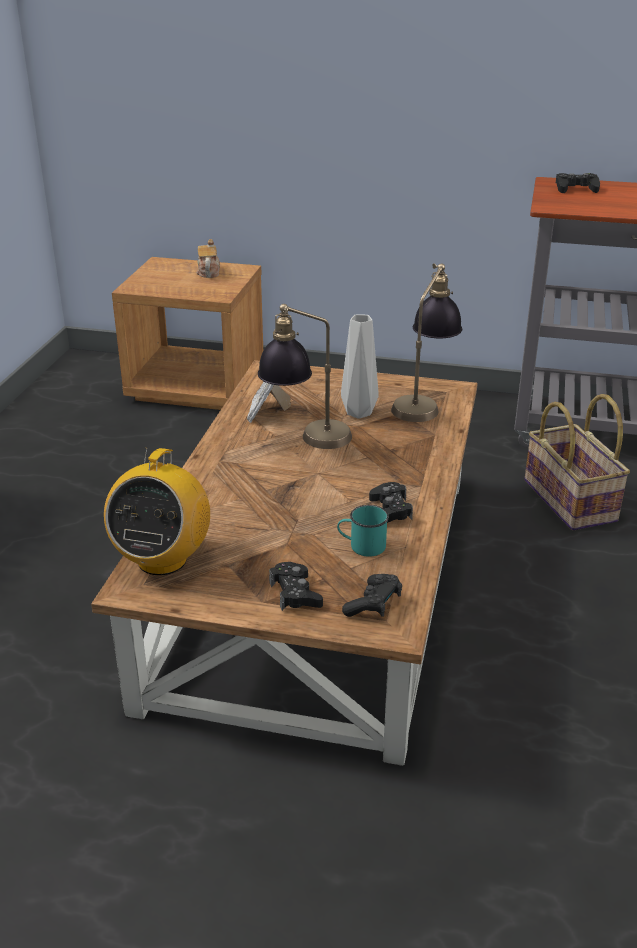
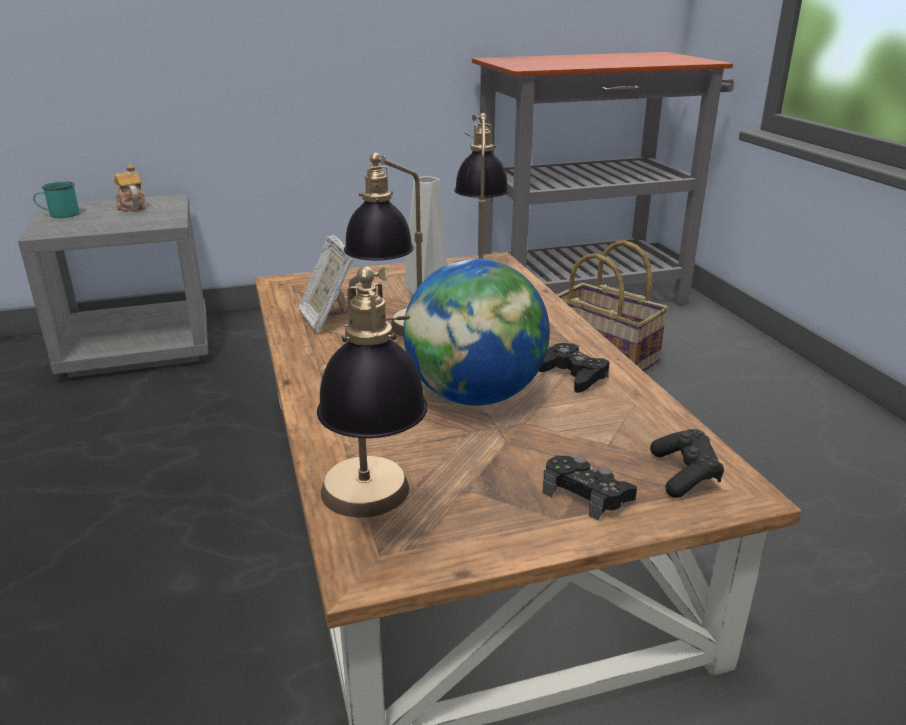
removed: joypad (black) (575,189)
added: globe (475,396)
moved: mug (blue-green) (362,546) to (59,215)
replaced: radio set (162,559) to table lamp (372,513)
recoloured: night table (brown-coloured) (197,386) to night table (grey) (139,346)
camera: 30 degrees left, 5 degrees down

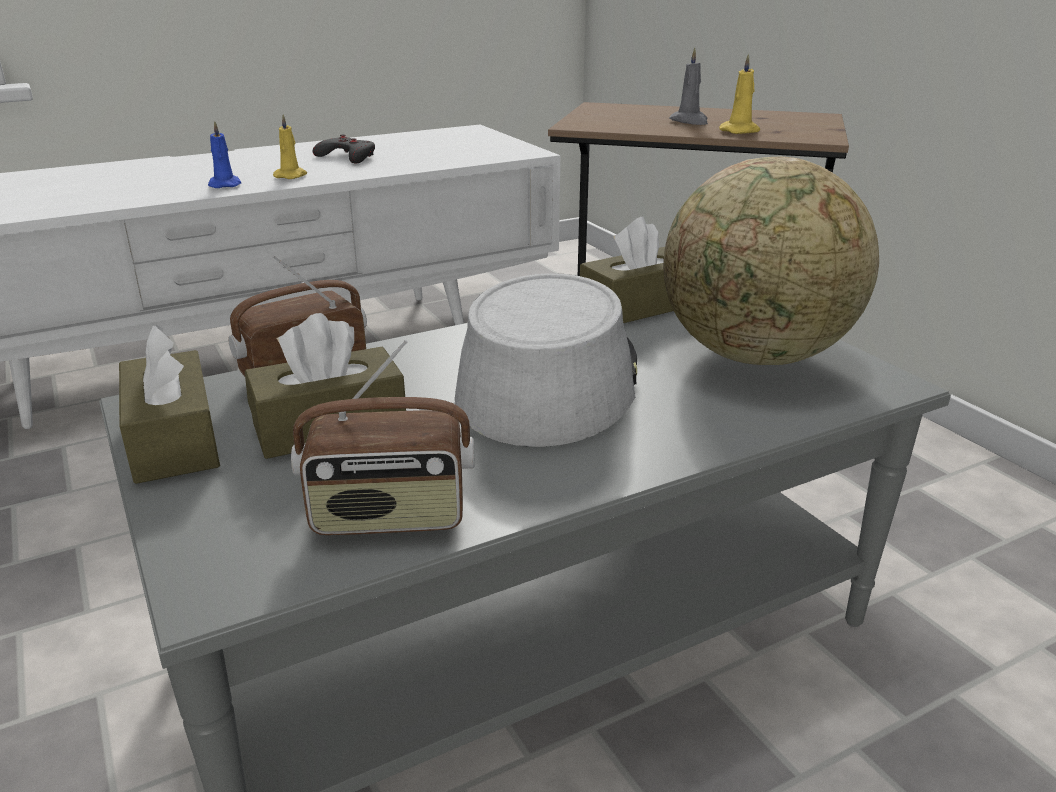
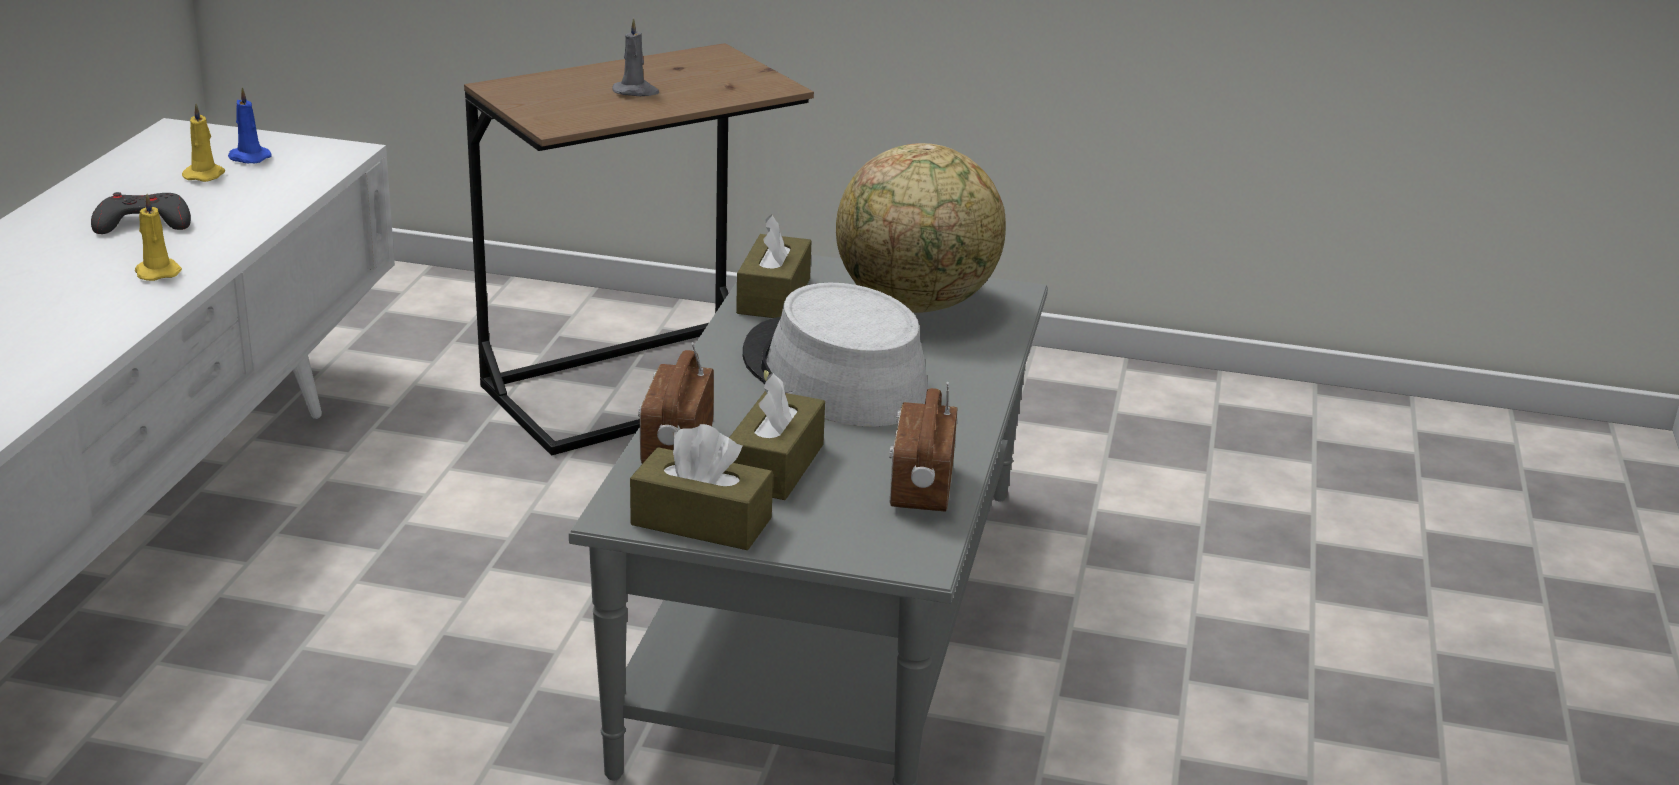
moved: wax light (yellowish) (741,131) to (205,175); wax light (blue-coloured) (225,185) to (248,158)
turned: radio set (389,516) = (920,489) 150 degrees clockwise
camera: 50 degrees left, 0 degrees up

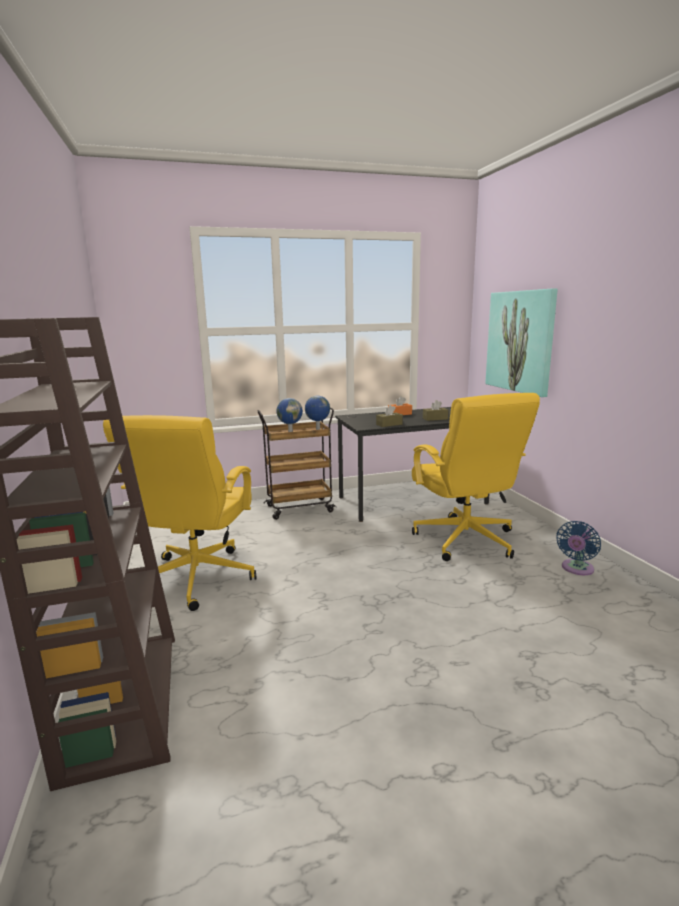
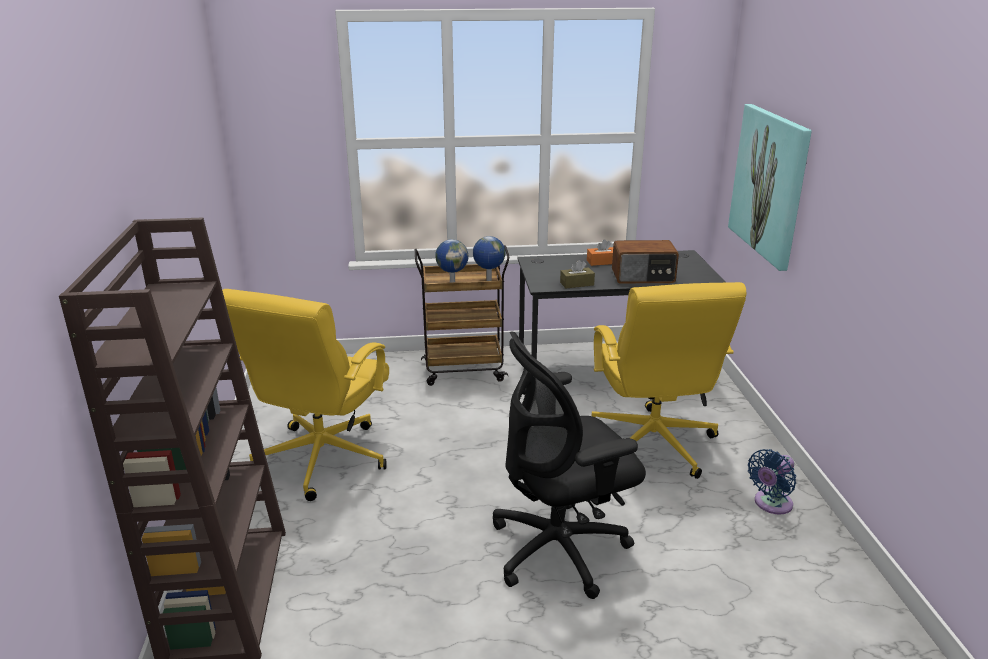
added: desk chair (black) (565,544)
replaced: box of tissues (brown-coloured) (435,418) to radio set (643,277)
camera: 10 degrees right, 10 degrees up

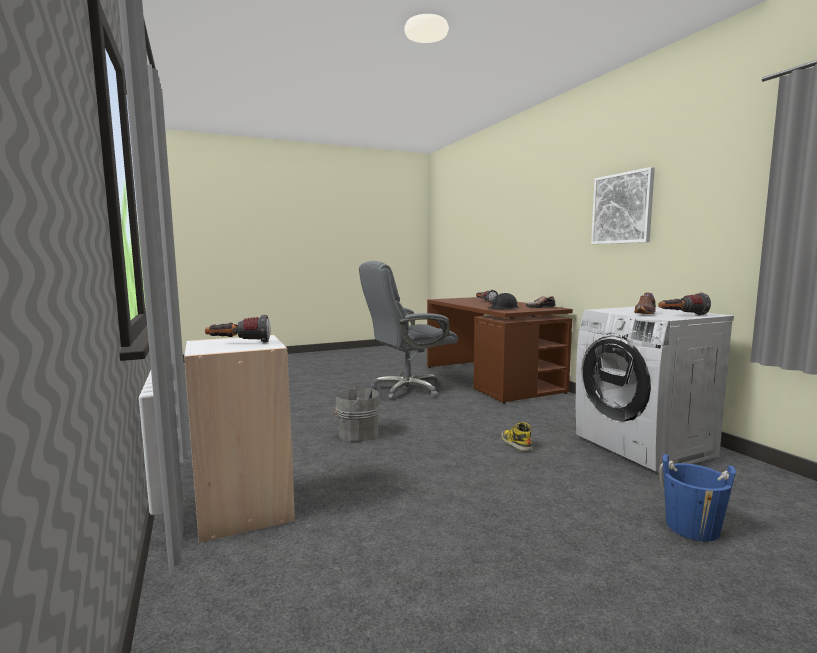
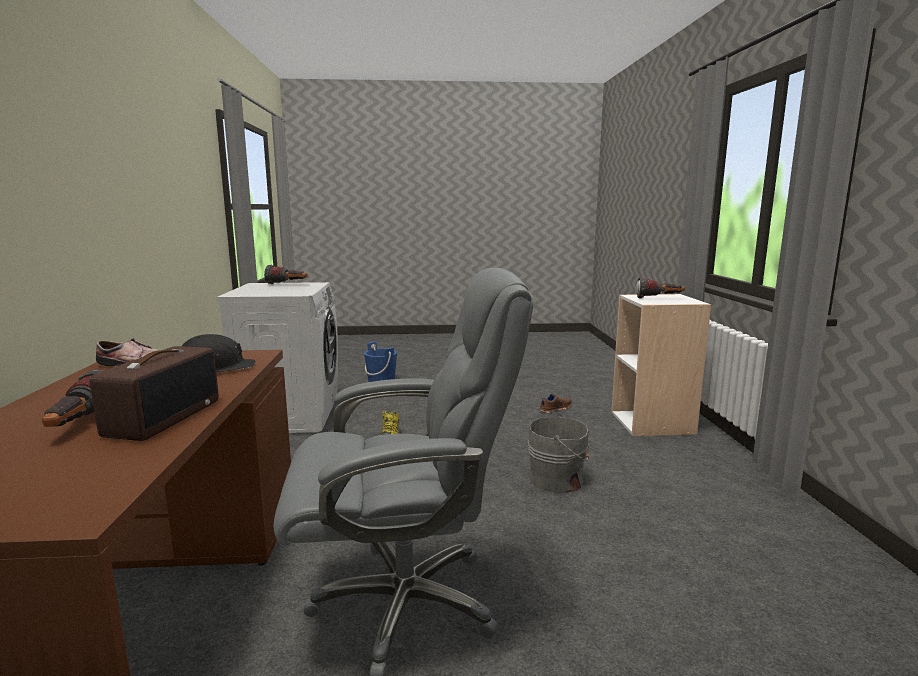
removed: picture (622,208)
added: radio set (163,417)
moved: shoe (brown-coloured) (646,313) to (554,409)
camera: 160 degrees left, 5 degrees up

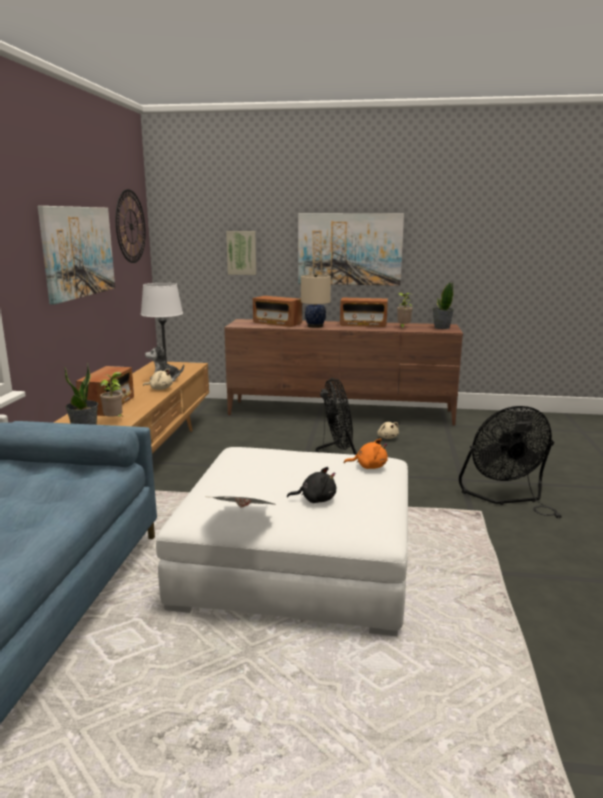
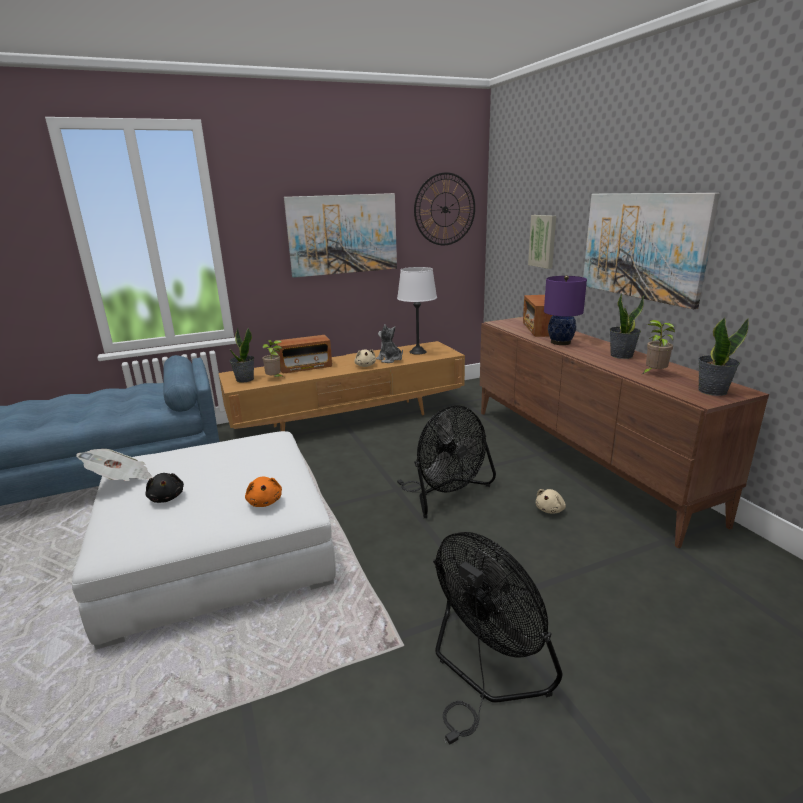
replaced: radio set (363,324) to plant in a pot (621,355)
recoloured: table lamp (beige) (315,326) to table lamp (purple-coloured) (560,342)
camera: 60 degrees right, 5 degrees up

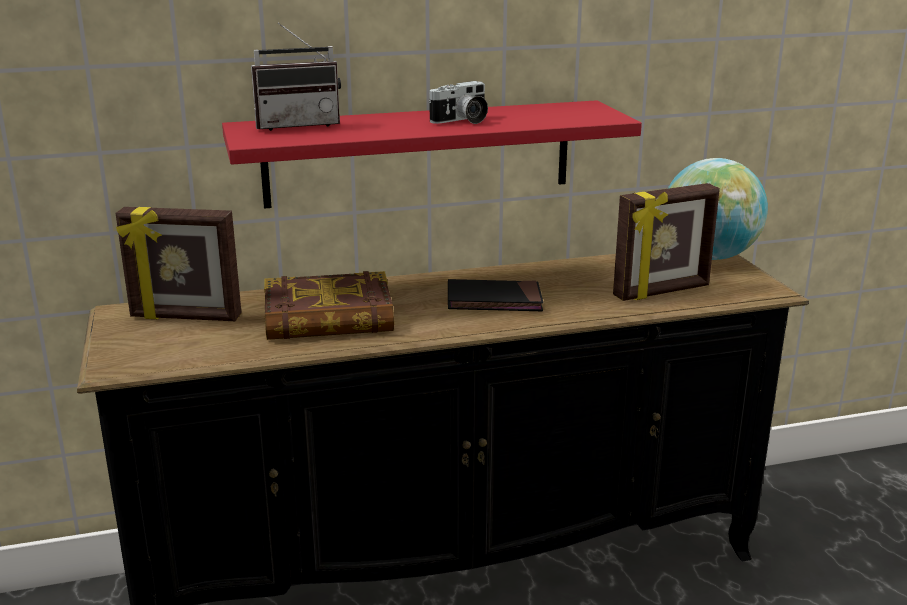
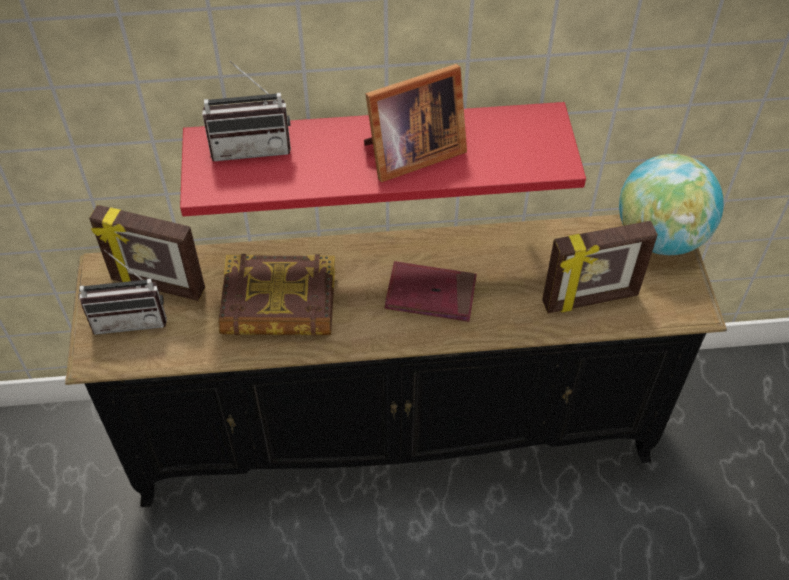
added: radio set (131,317)
replaced: photo camera (462,121) to picture frame (409,154)
recoloured: bound book (black) (494,301) to bound book (red-coloured) (430,294)
camera: 10 degrees right, 30 degrees up

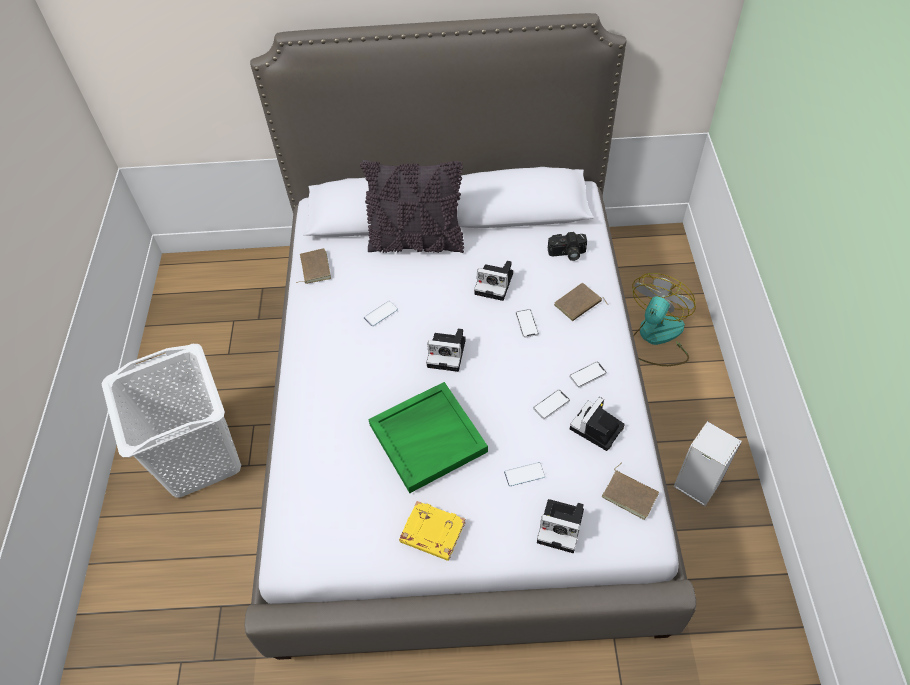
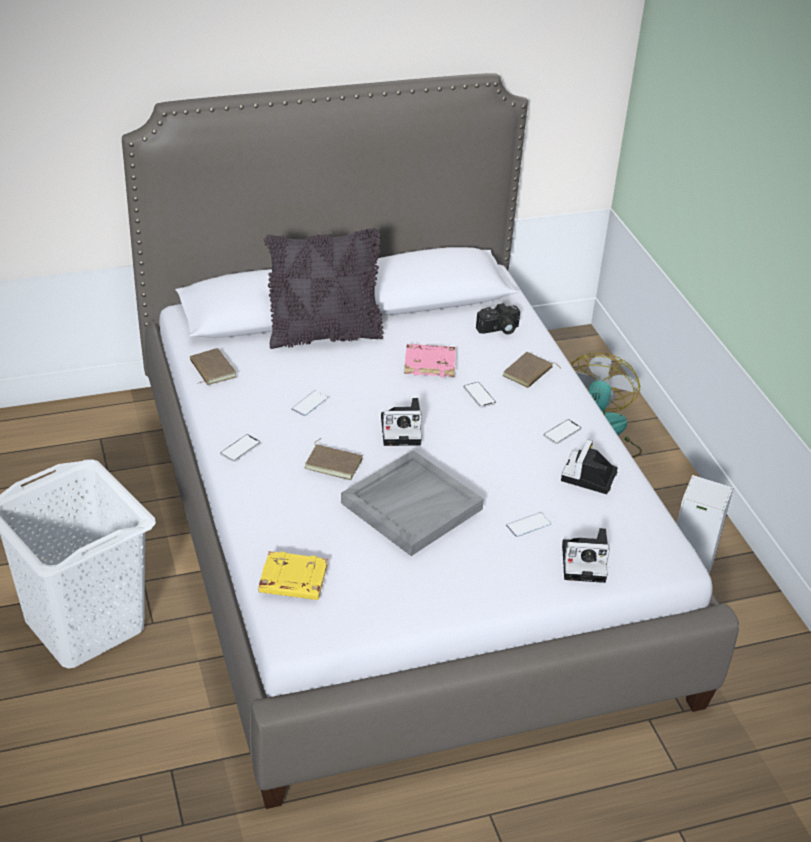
moved: telephone (551,404) to (240,449); bound book (brown-coloured) (630,494) to (334,463); bound book (yellowish) (431,533) to (292,581)
replaced: photo camera (495,283) to bound book (pink) (430,363)
recoloured: carrying tray (greenish) (428,437) to carrying tray (grey) (411,505)
camera: 20 degrees left, 15 degrees down

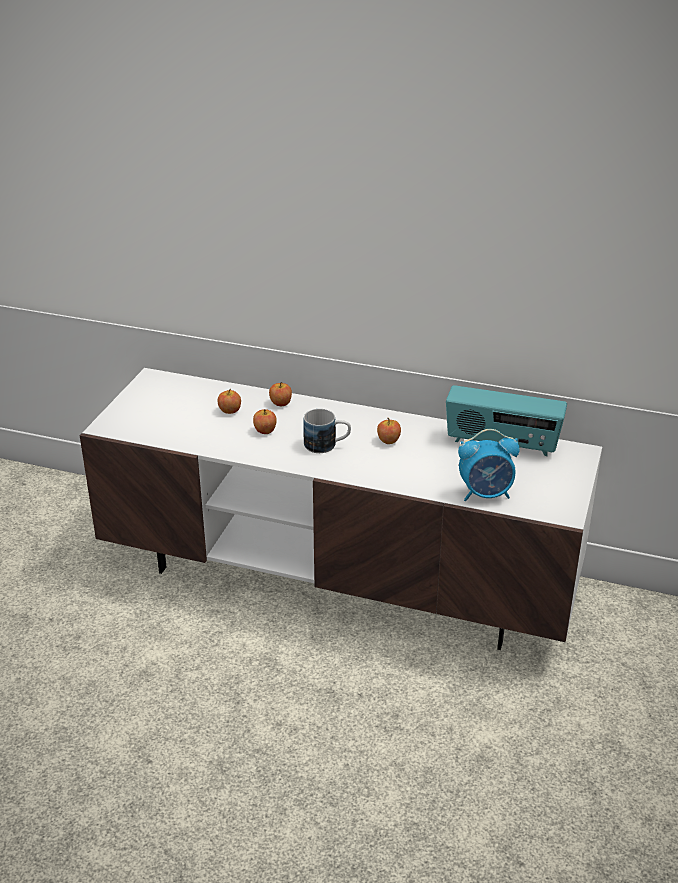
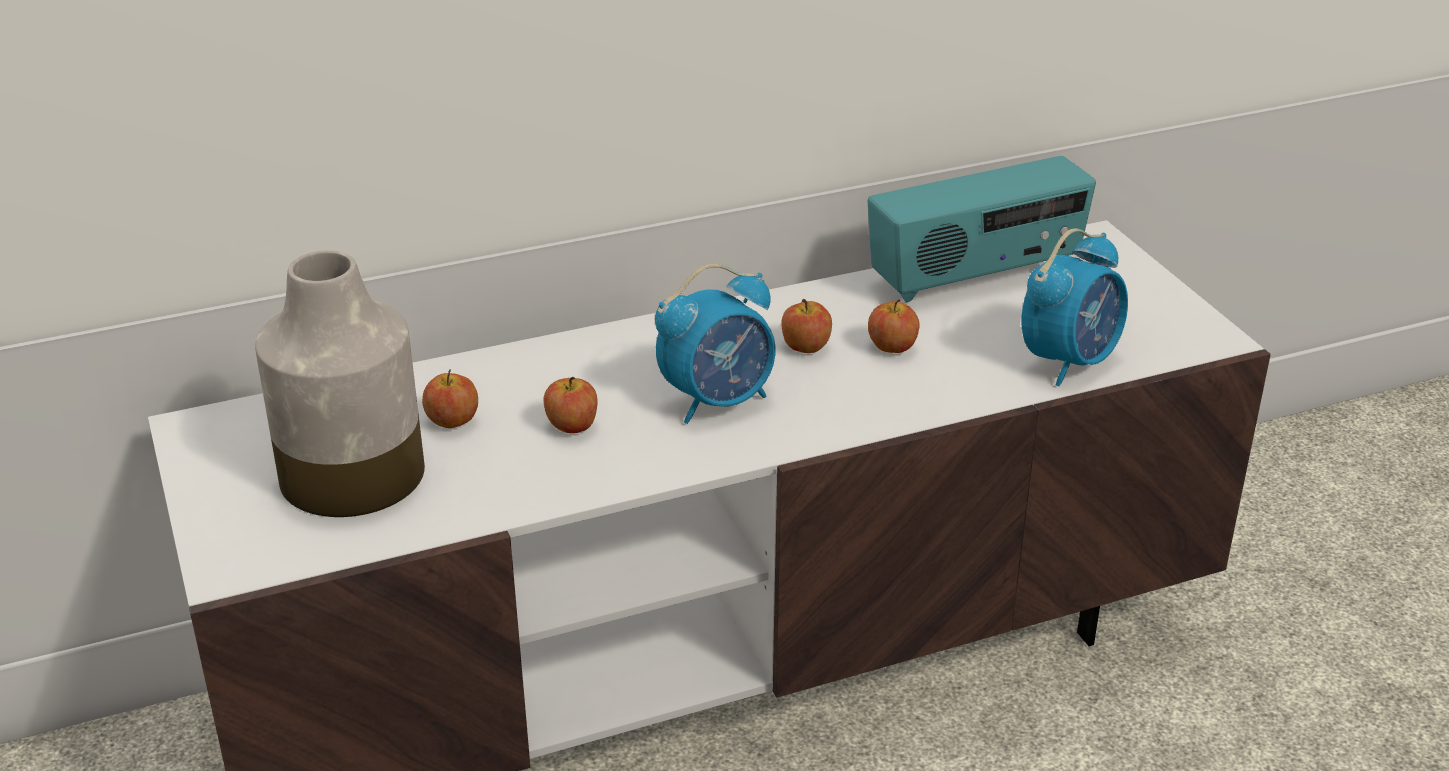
added: decorative vase (beige) (350,472)
moved: whole apple (280,403) to (892,347)
replaced: mug (327,445) to table clock (718,401)
camera: 40 degrees left, 0 degrees up

